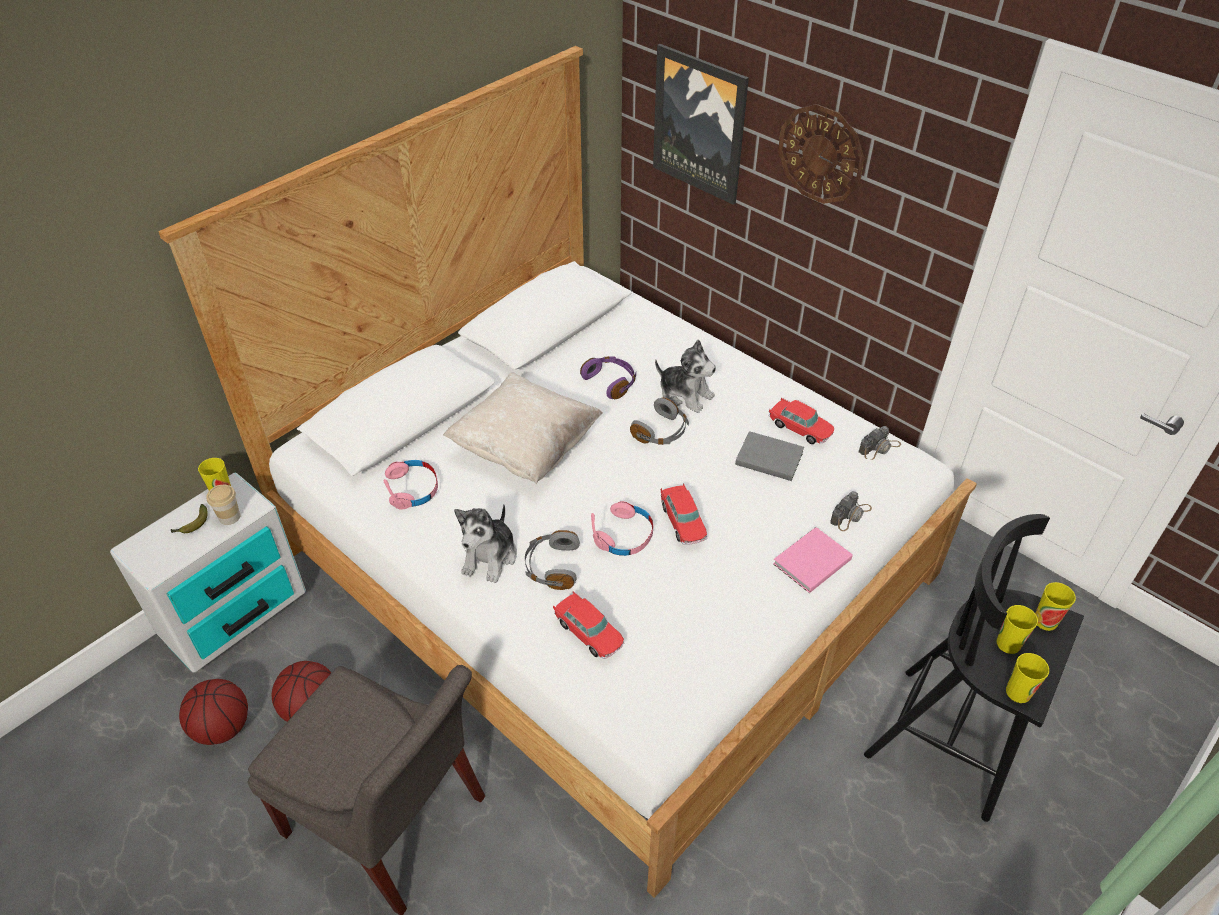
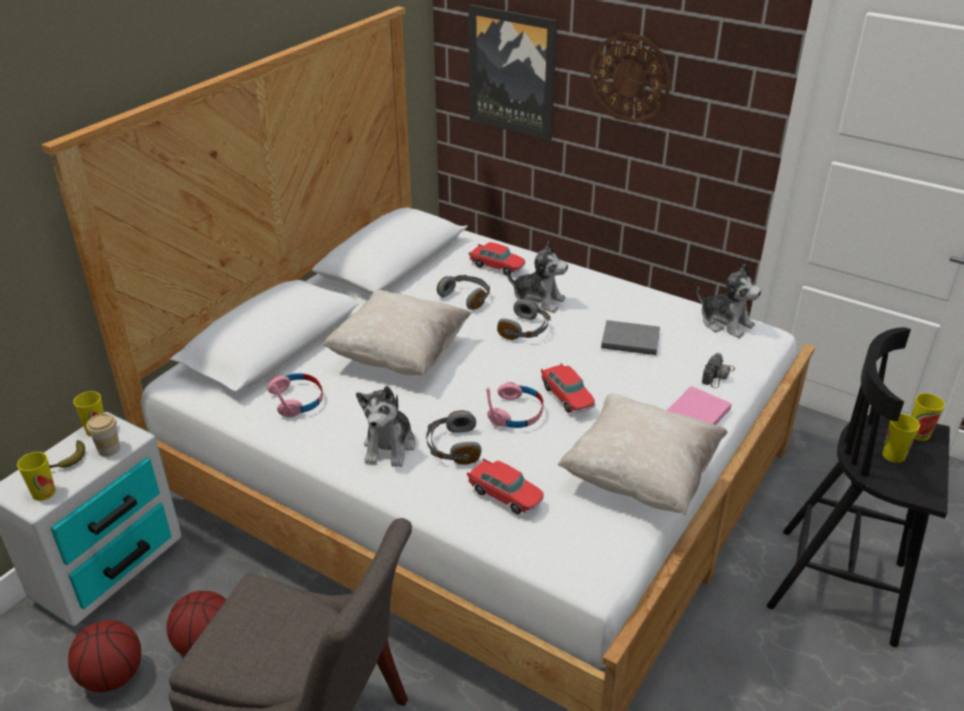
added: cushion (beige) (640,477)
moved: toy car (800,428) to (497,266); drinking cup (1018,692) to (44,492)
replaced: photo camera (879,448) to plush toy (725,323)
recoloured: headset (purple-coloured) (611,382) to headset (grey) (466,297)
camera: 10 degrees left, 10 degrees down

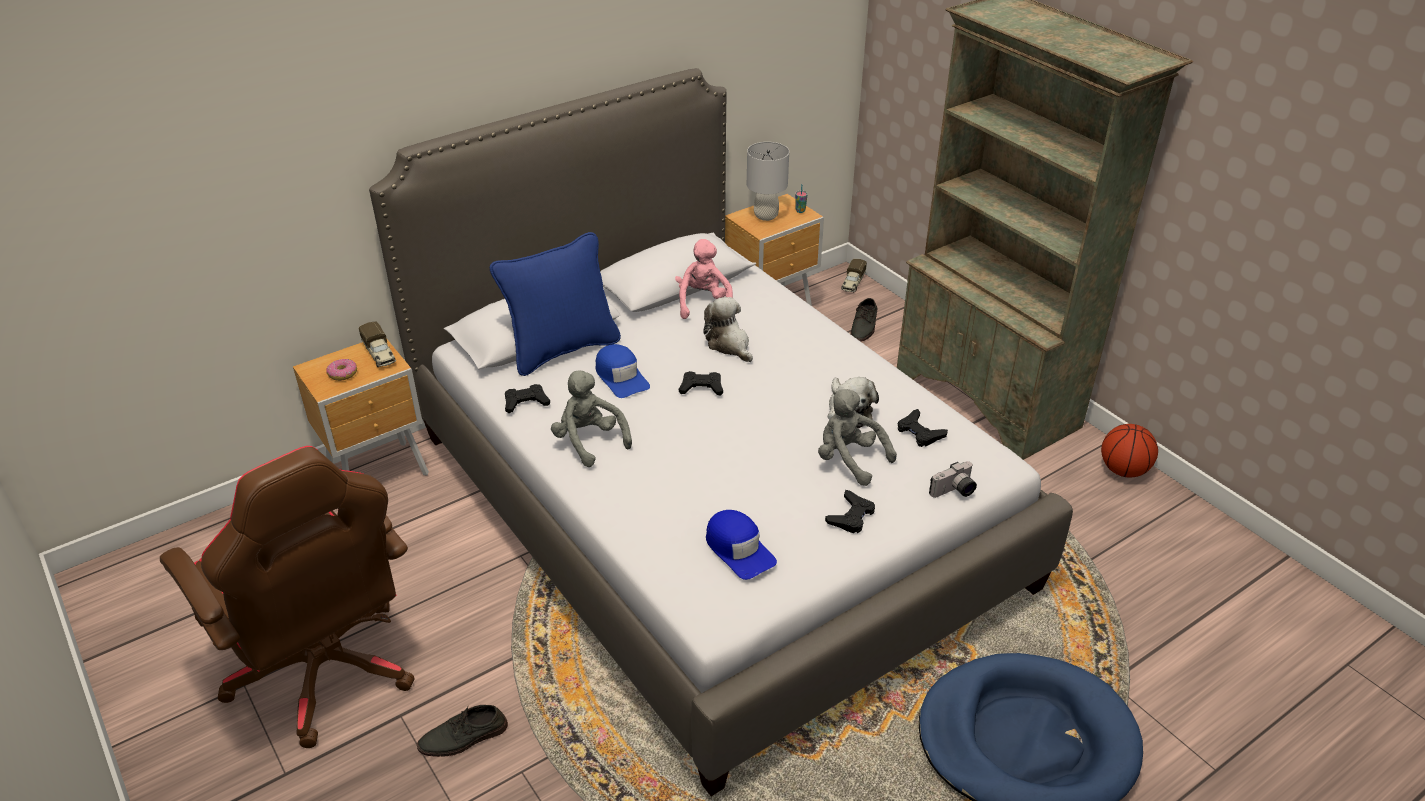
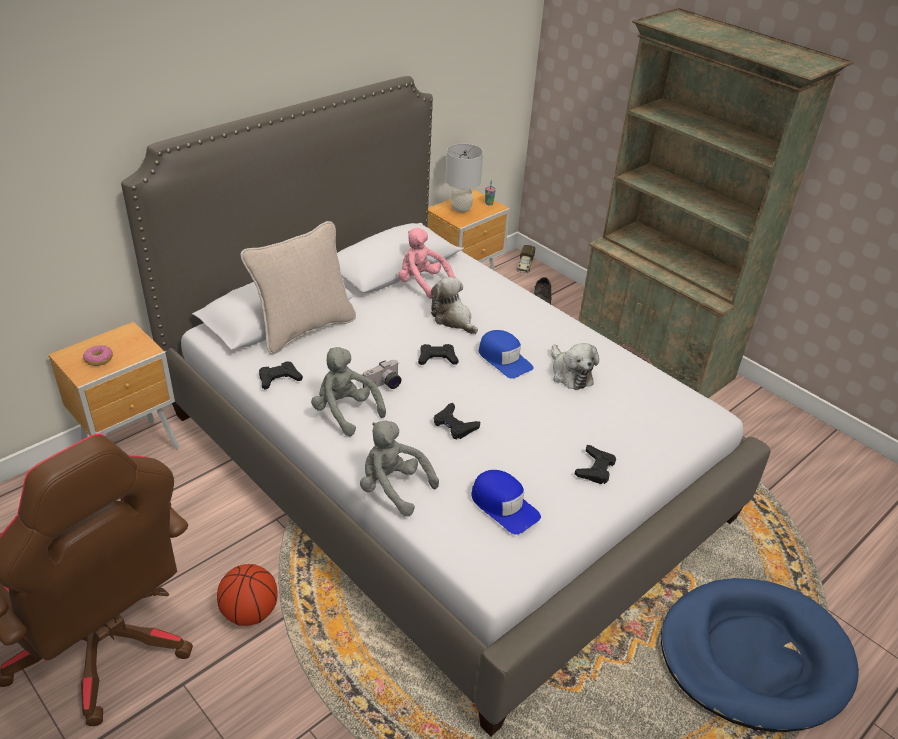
removed: model truck (380,355); shoe (grey) (463,737)
moved: peaked cap (blue-coloured) (621,377) to (504,359); plush toy (grey) (849,460) to (393,488); joypad (black) (919,432) to (454,425); basketball ball (1123,470) to (249,612); photo camera (954,492) to (384,386)
recoloured: cushion (blue-coloured) (562,349) to cushion (beige) (304,329)
turned: plush toy (pink) (702,303) = (422,284) 45 degrees counterclockwise
camera: 10 degrees left, 0 degrees up

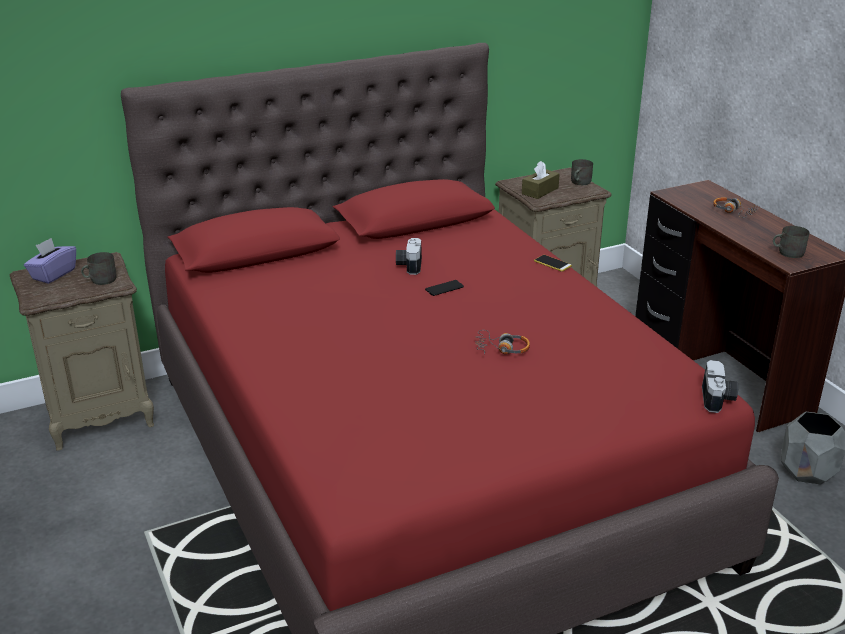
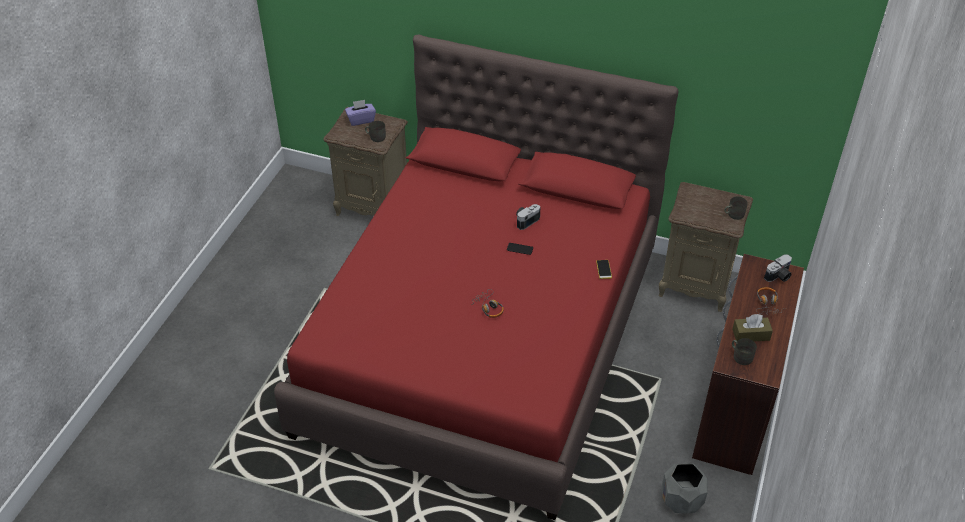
moved: box of tissues (brown-coloured) (540,191) to (751,334); photo camera (718,399) to (779,276)
camera: 45 degrees right, 15 degrees up

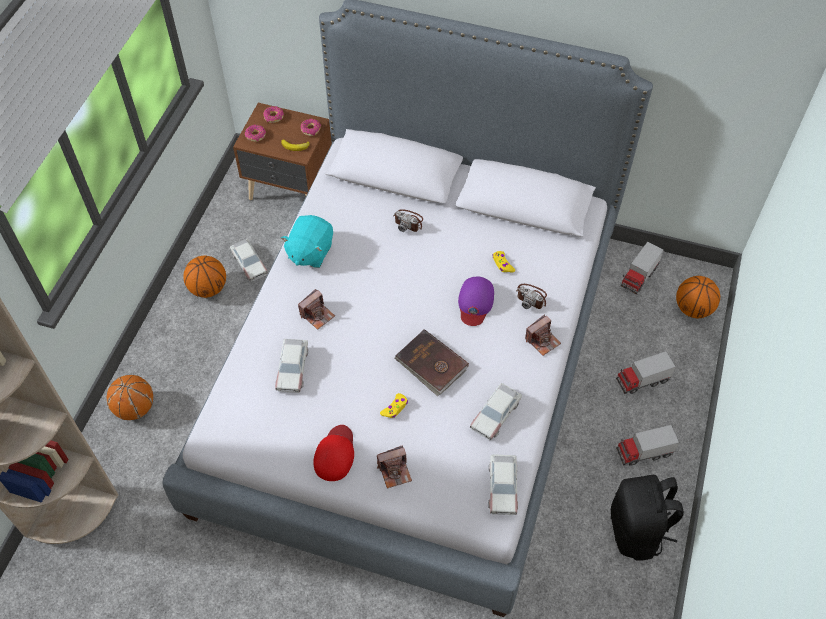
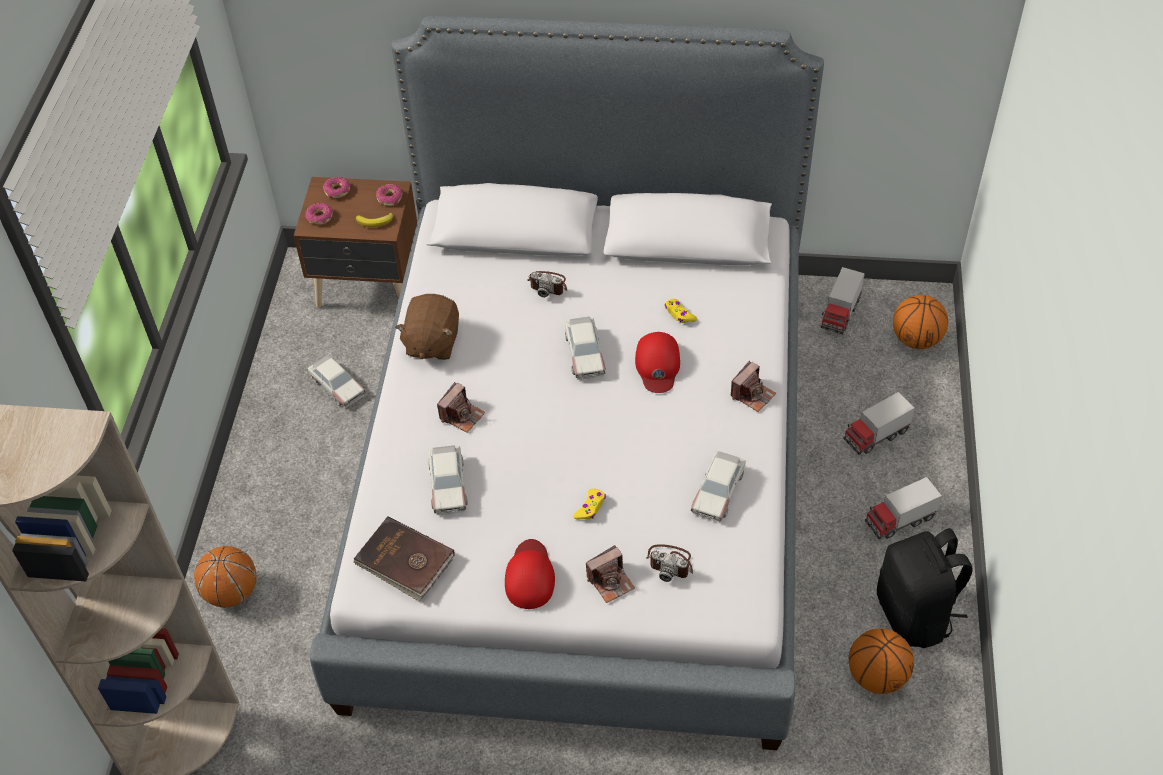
moved: basketball ball (208,289) to (876,676); photo camera (531,297) to (670,563); bound book (brown-coloured) (431,364) to (404,561); toy car (502,486) to (584,353)
recoloured: plush toy (blue-green) (310,252) to plush toy (brown-coloured) (431,342); peaked cap (purple-coloured) (475,302) to peaked cap (red-coloured) (657,365)
camera: 10 degrees left, 5 degrees down

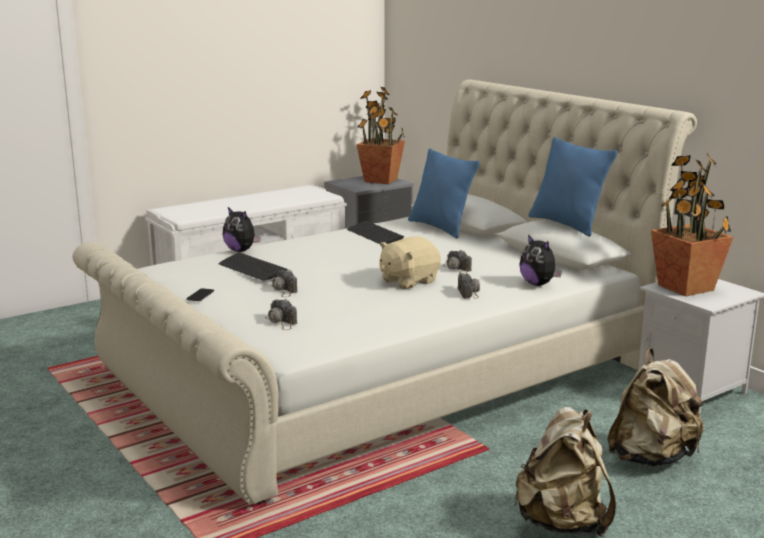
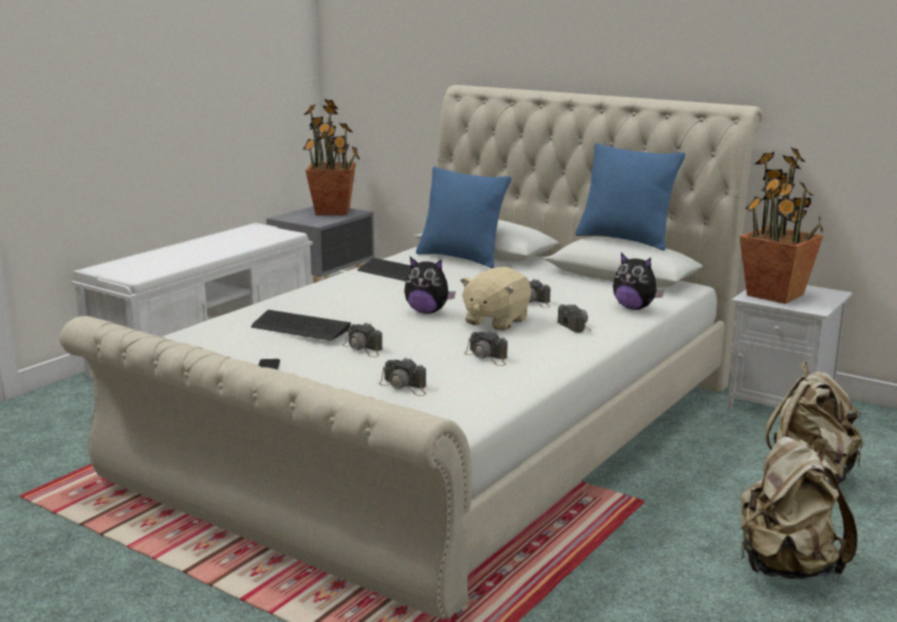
added: photo camera (487,357)
moved: plush toy (241,250) to (427,311)
camera: 20 degrees left, 0 degrees up

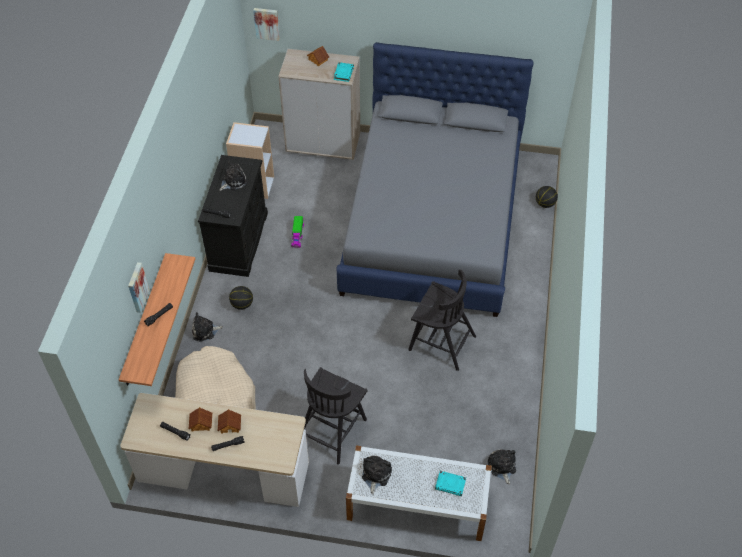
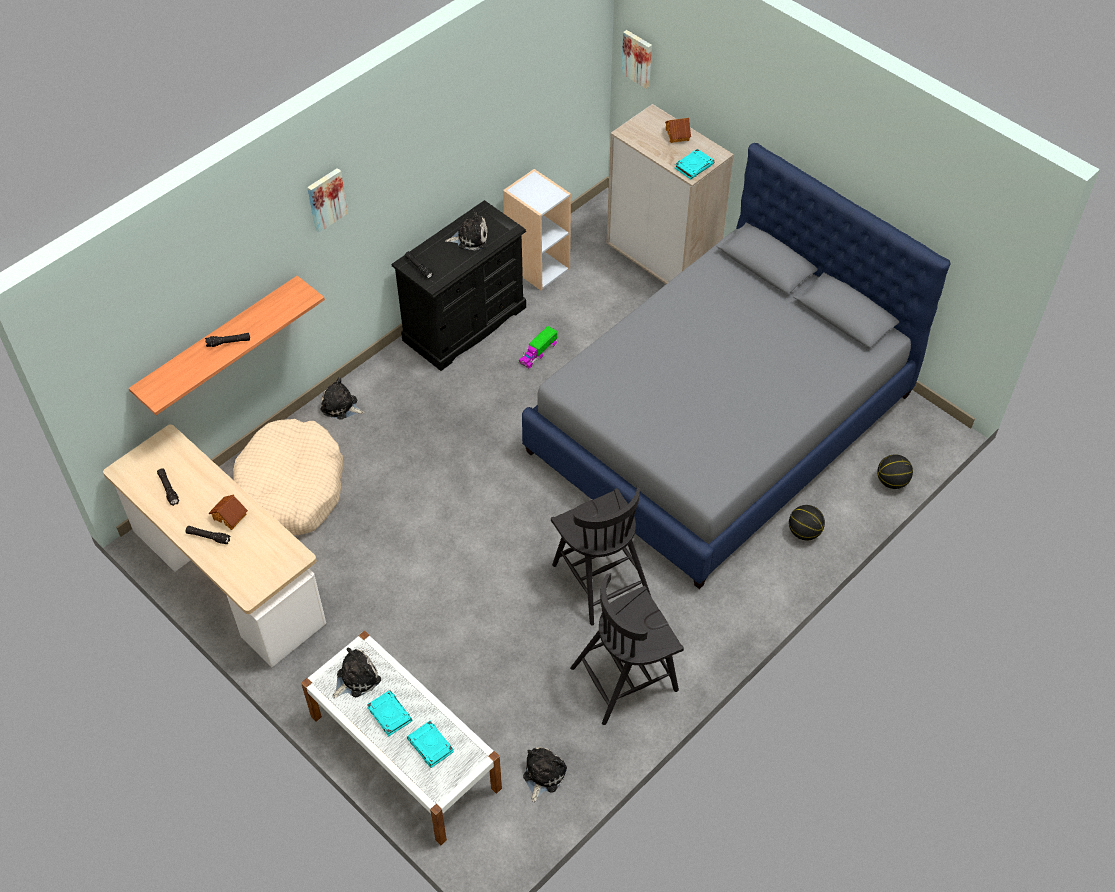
removed: miniature house (201,424)
added: bound book (blue-green) (389,714)
moved: picture (137,287) to (326,199); basketball ball (242,304) to (804,532); chair (black) (332,429) to (626,677)
camera: 35 degrees right, 0 degrees up

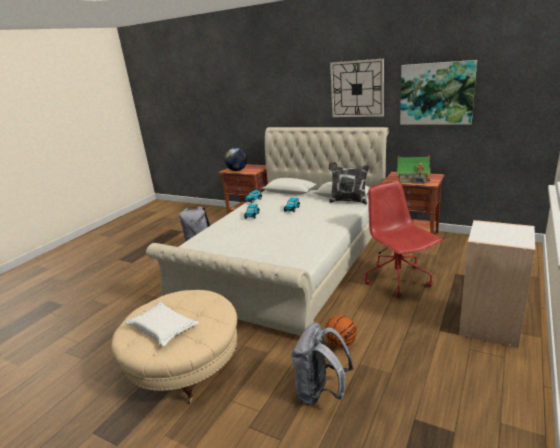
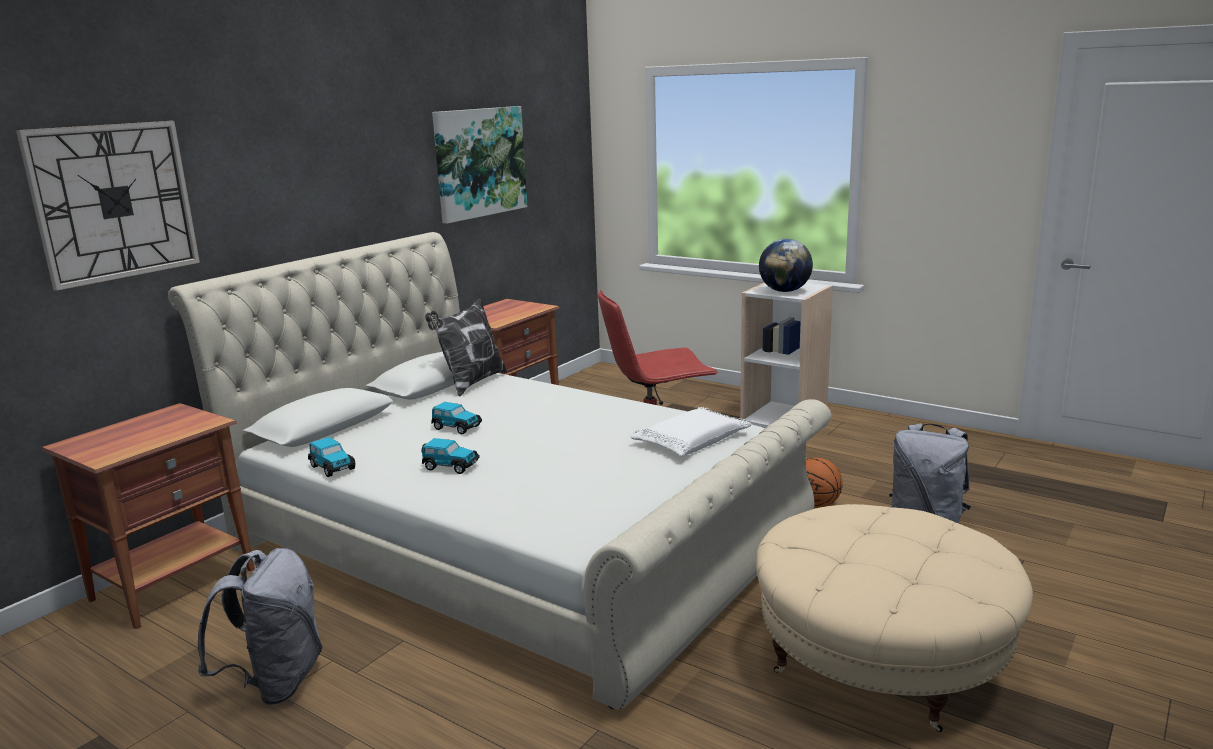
removed: miniature house (413,180)
moved: wall clock (357,89) to (114,202); globe (237,170) to (784,291); cushion (white-coloured) (162,327) to (692,439)
camera: 85 degrees left, 5 degrees down

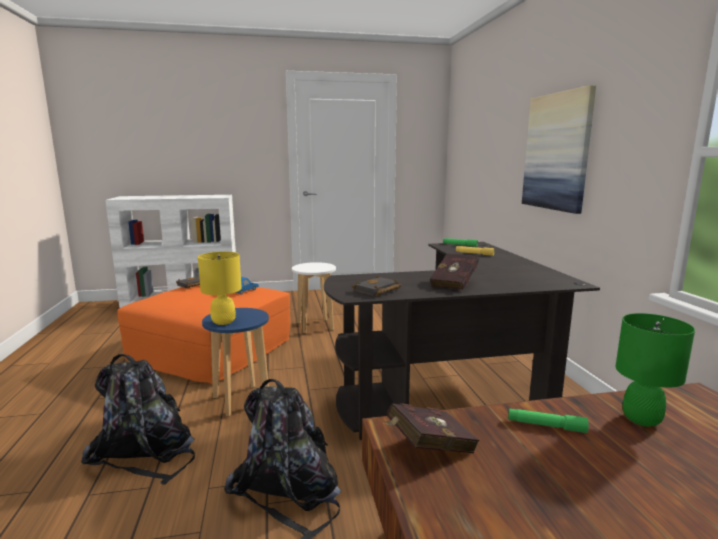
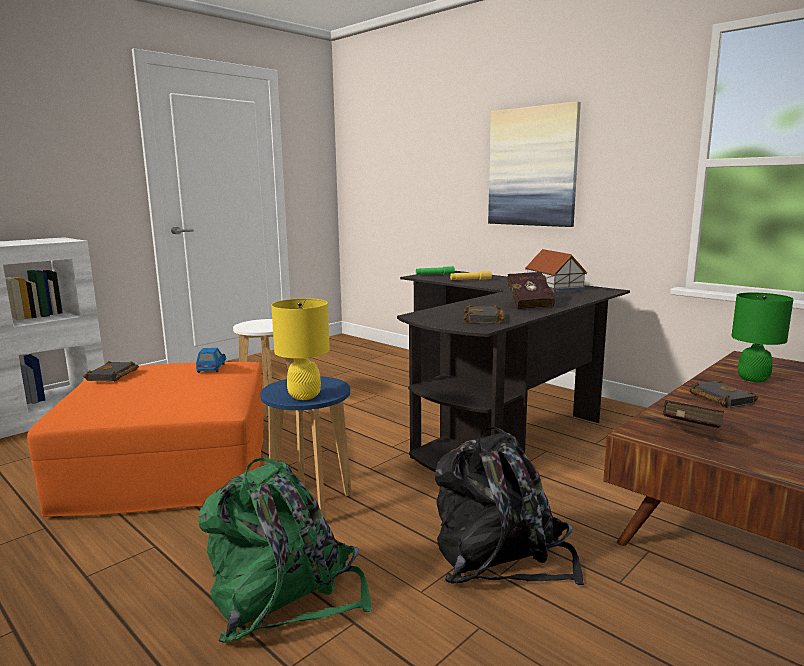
added: miniature house (554,287)
replaced: hand torch (greenish) (546,426) to bound book (black) (718,398)
recoloured: knapsack (black) (147,451) to knapsack (greenish) (284,595)
camera: 35 degrees left, 0 degrees up

